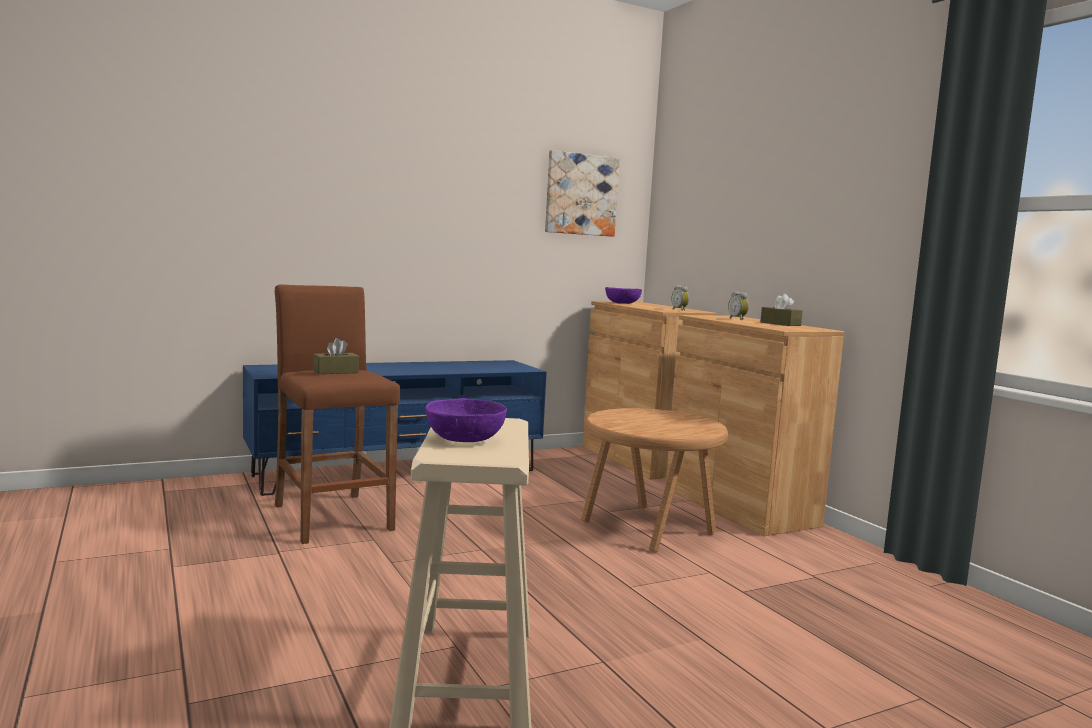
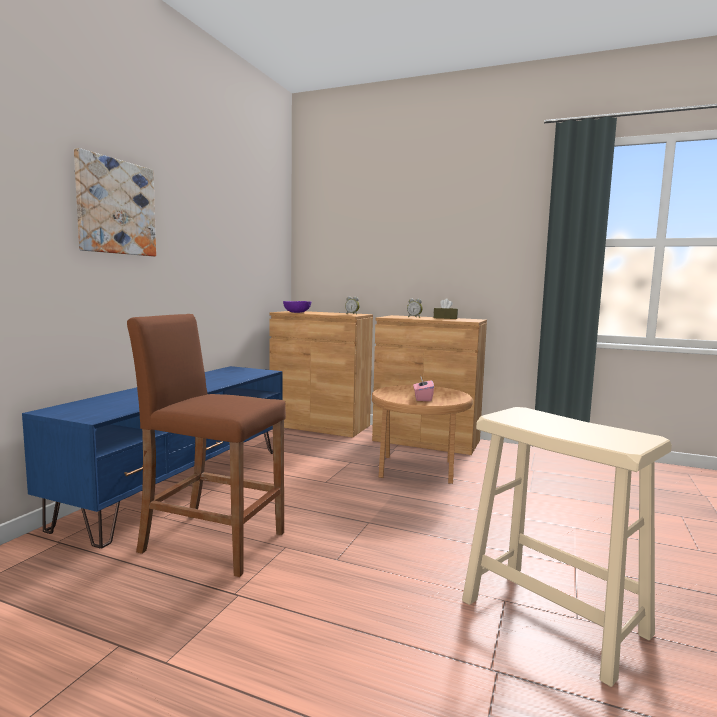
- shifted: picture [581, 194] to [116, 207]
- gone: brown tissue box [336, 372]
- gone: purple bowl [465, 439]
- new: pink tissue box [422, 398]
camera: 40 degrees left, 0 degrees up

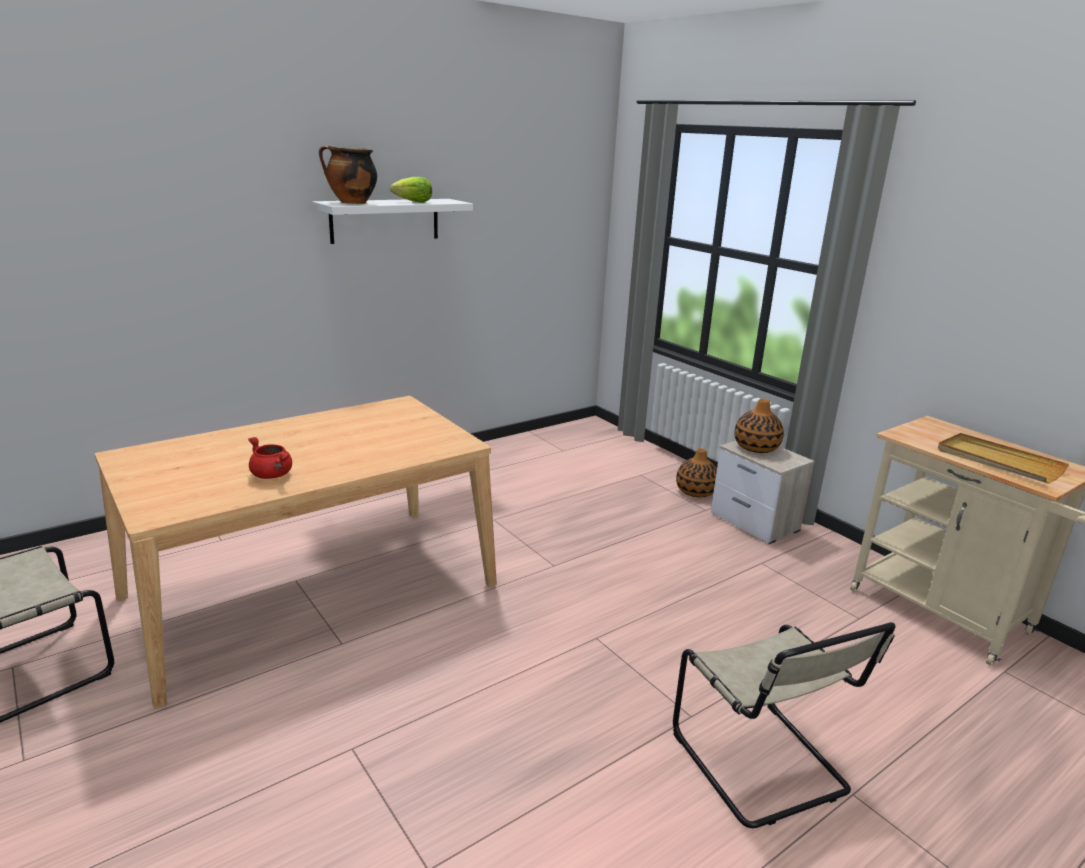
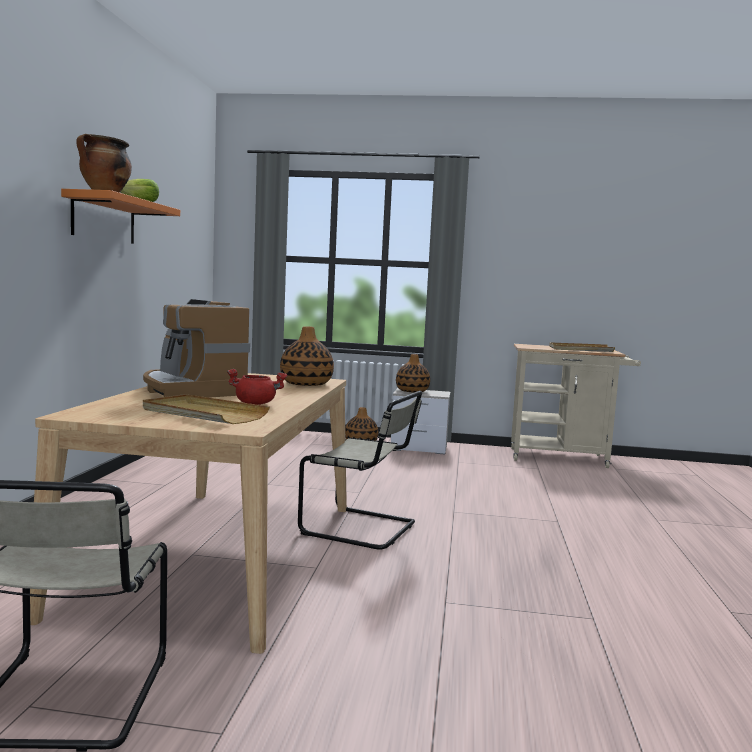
- repainted: white shelf [385, 220] to orange shelf [104, 219]
- shifted: beige chair [762, 766] to [363, 529]
- new: coffee machine [191, 390]
- new: vase [306, 384]
- new: beige tray [203, 413]
camera: 45 degrees left, 15 degrees down

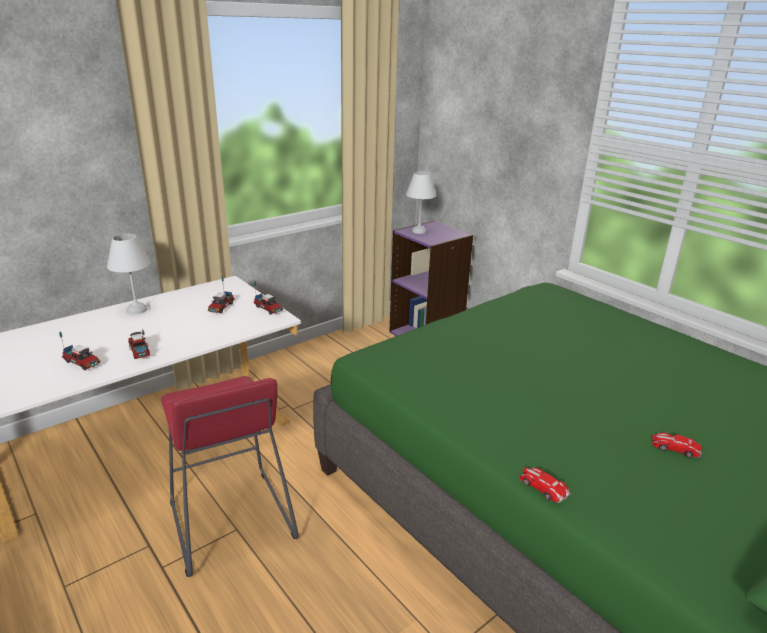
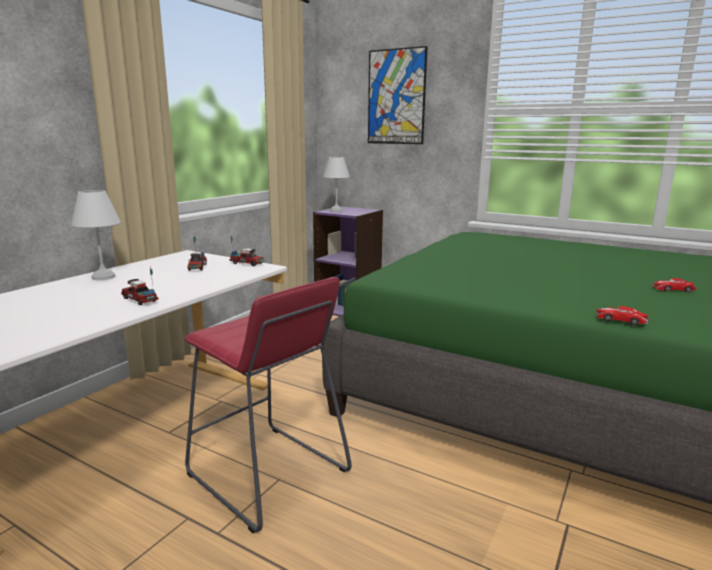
- gone: toy truck [82, 363]
- new: picture [396, 97]
camera: 20 degrees left, 10 degrees down

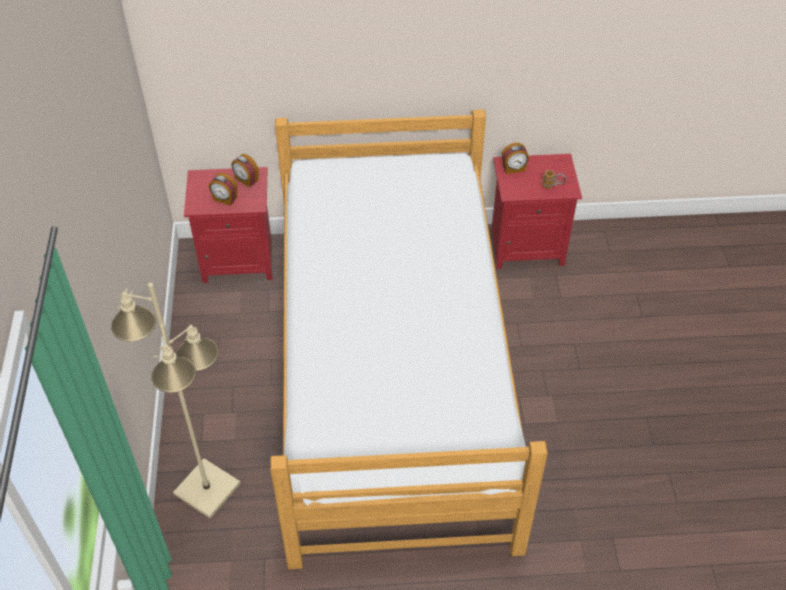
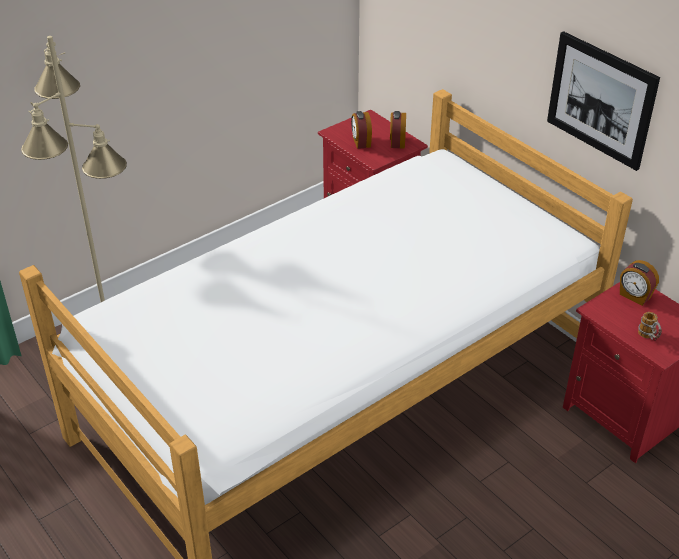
- new: picture [601, 100]
camera: 55 degrees right, 10 degrees down

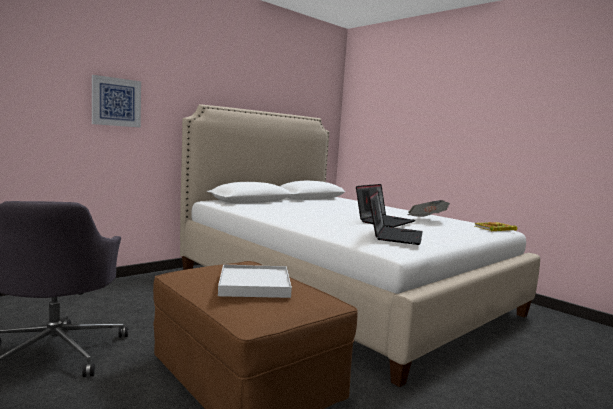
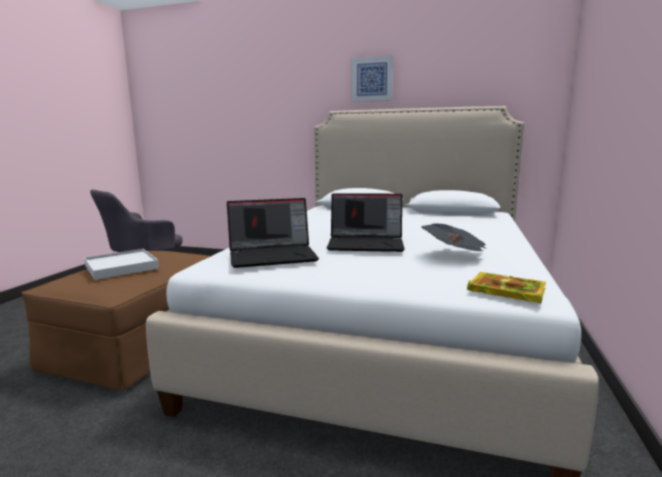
- shifted: picture [116, 102] to [372, 79]
camera: 60 degrees right, 5 degrees up

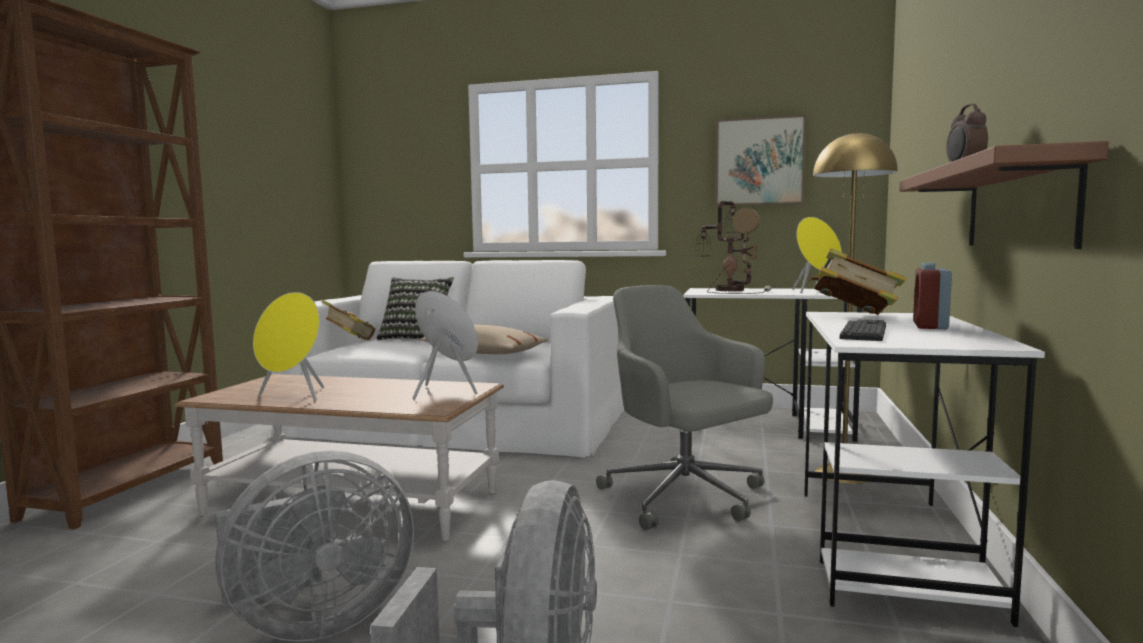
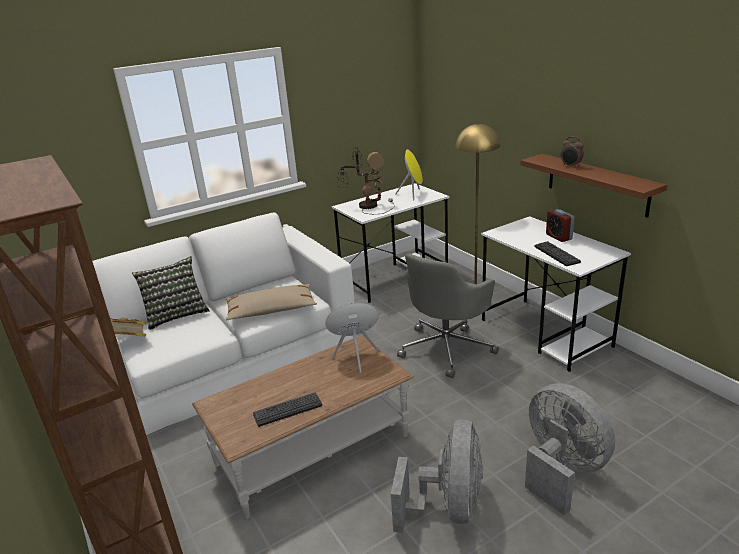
- gone: picture [759, 161]
- gone: book [853, 316]
- rotated: grey office chair [685, 498] = [447, 348] 60 degrees counterclockwise
- swapped: yellow speaker [293, 396] to keyboard [287, 410]
camera: 45 degrees left, 20 degrees up

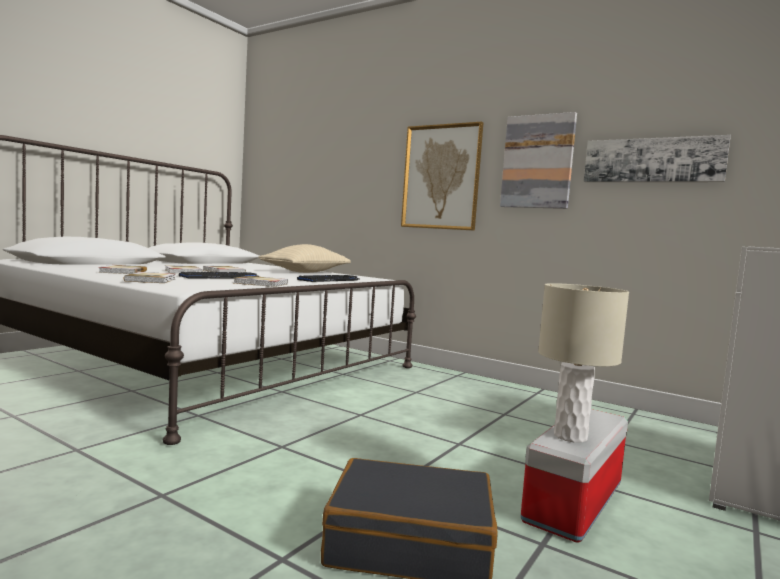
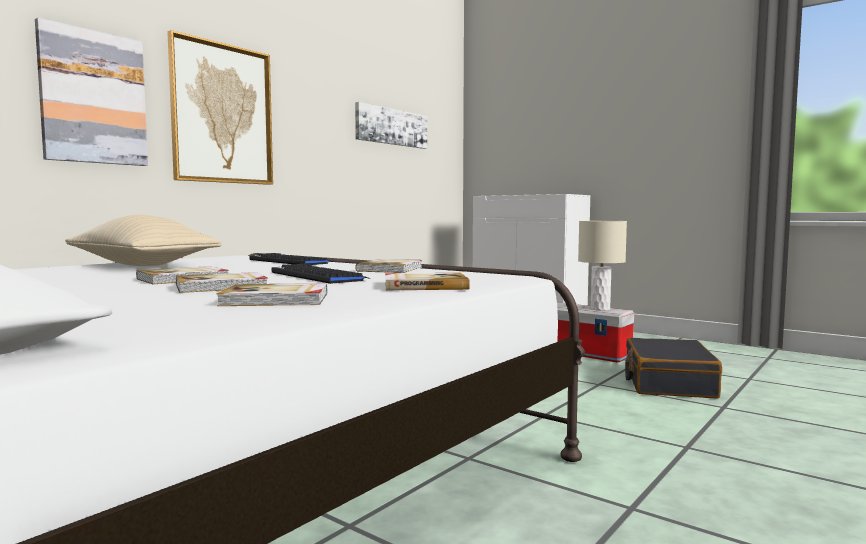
- shifted: picture [537, 162] to [93, 97]
camera: 85 degrees left, 0 degrees up

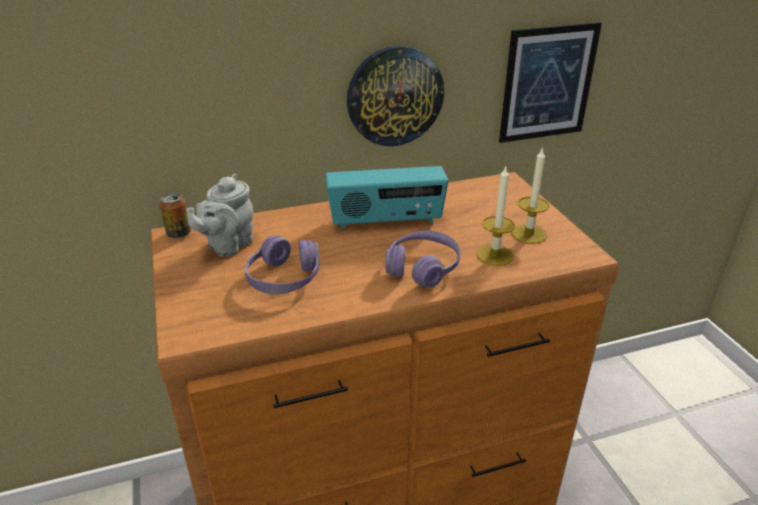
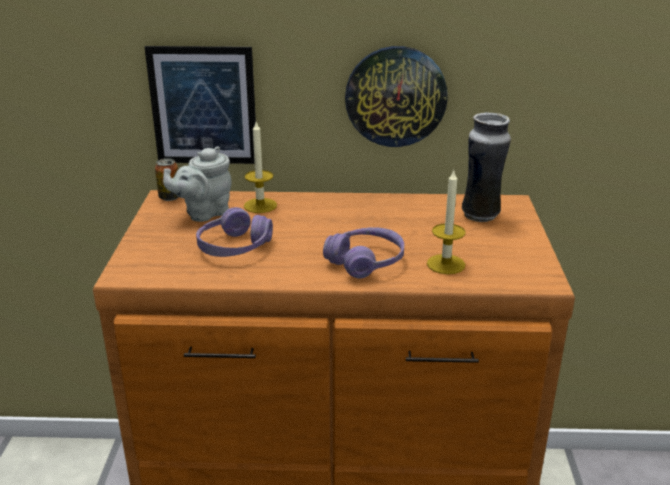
- shifted: picture [548, 83] to [203, 106]
- shifted: candle [528, 234] to [260, 205]
- gone: radio [386, 222]
- new: vase [481, 215]
camera: 20 degrees right, 5 degrees down

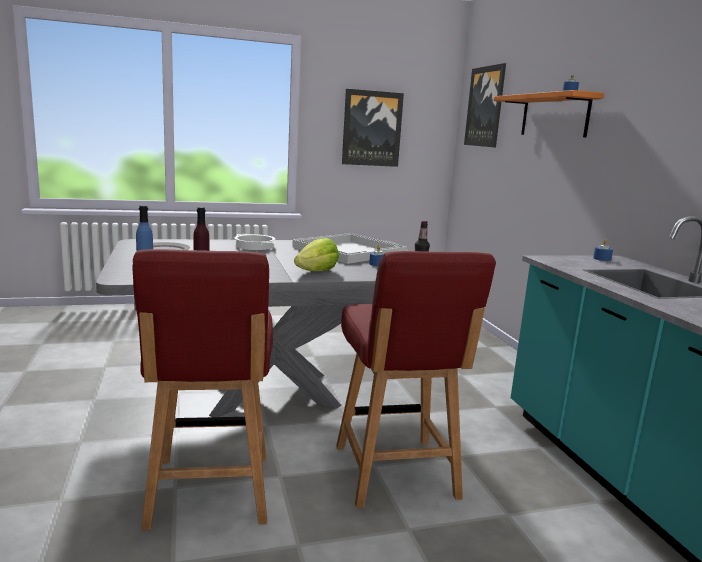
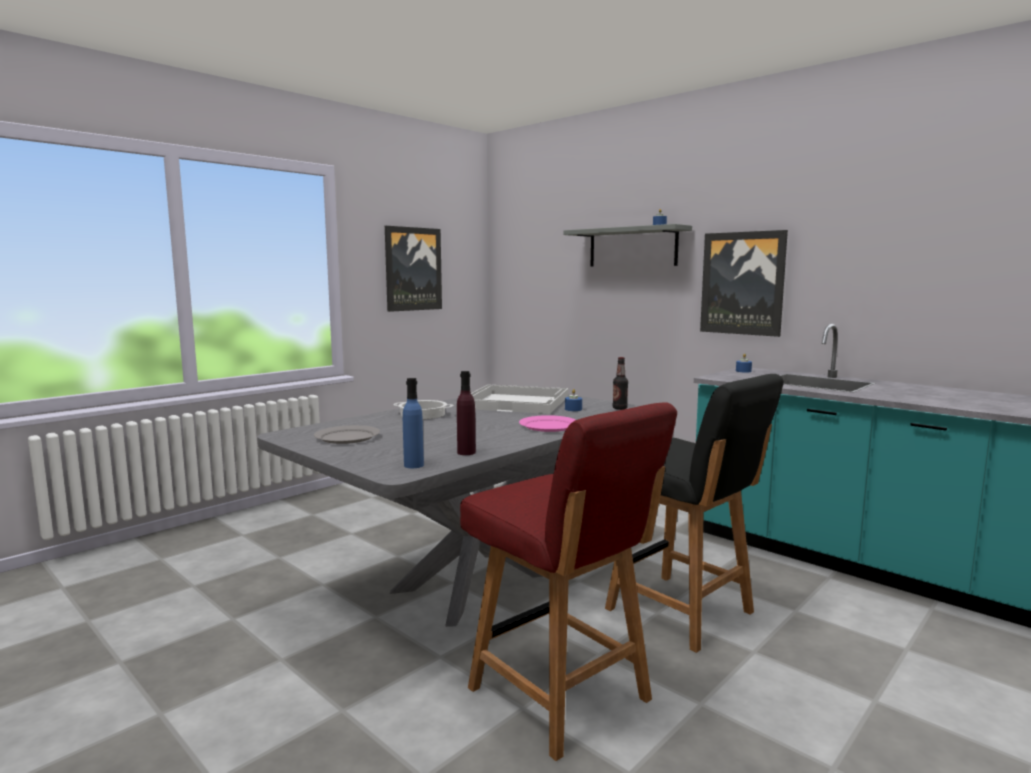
- shifted: picture [485, 107] to [742, 283]
- repainted: orange shelf [554, 116] to grey shelf [632, 247]
- swapped: lettuce [317, 272] to pink plate [549, 426]
- repainted: red chair [396, 473] to black chair [682, 612]
camera: 30 degrees left, 5 degrees down

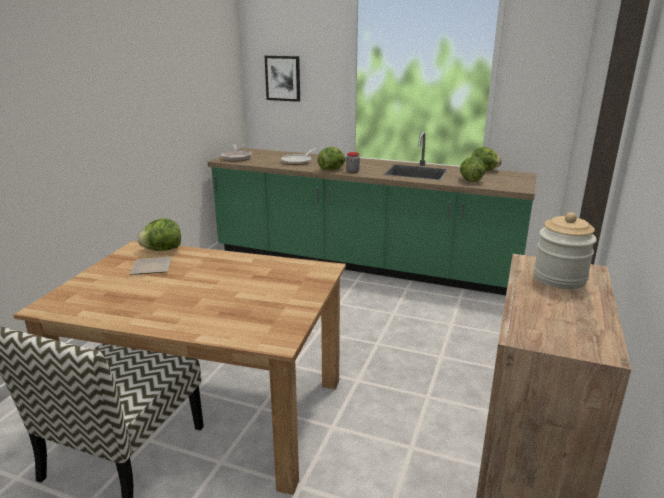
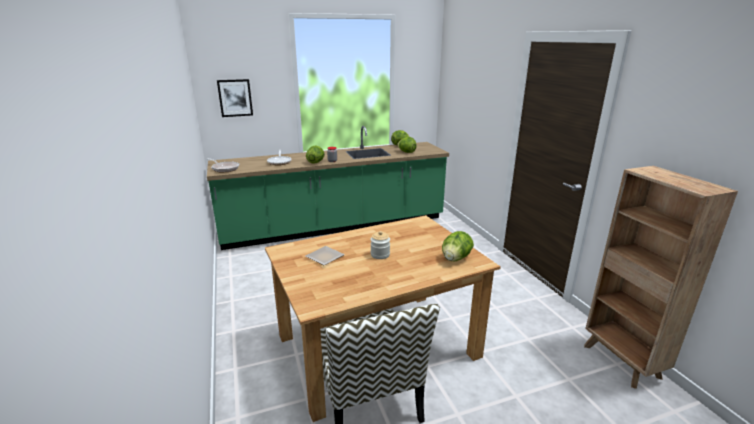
- shifted: jar [559, 278] to [380, 255]
- shifted: lettuce [162, 250] to [455, 259]
camera: 40 degrees left, 0 degrees up

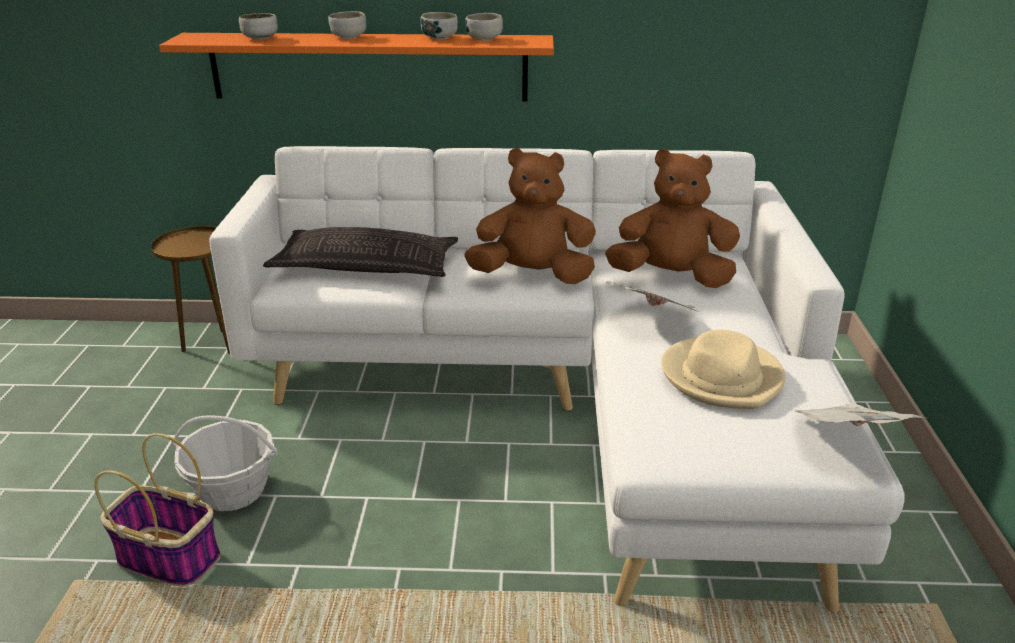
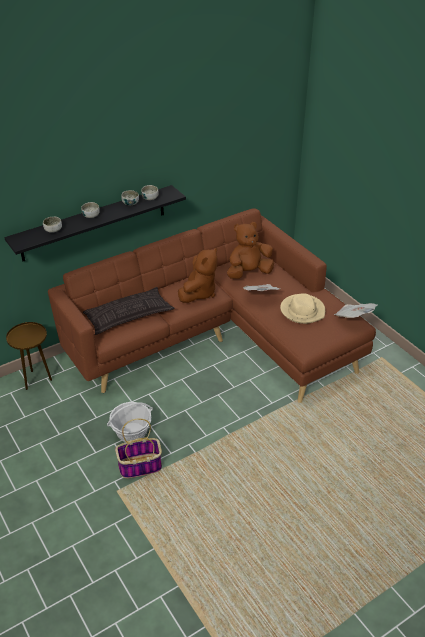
- repainted: orange shelf [368, 67] to black shelf [94, 223]
- repainted: white sofa [566, 411] to brown sofa [221, 342]
- rotated: brown plush toy [532, 276] = [199, 293] 150 degrees clockwise
camera: 35 degrees left, 10 degrees up

